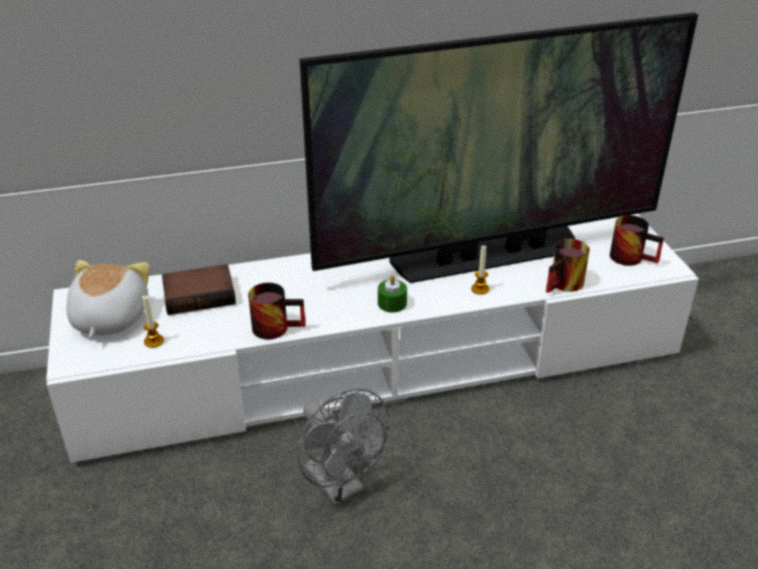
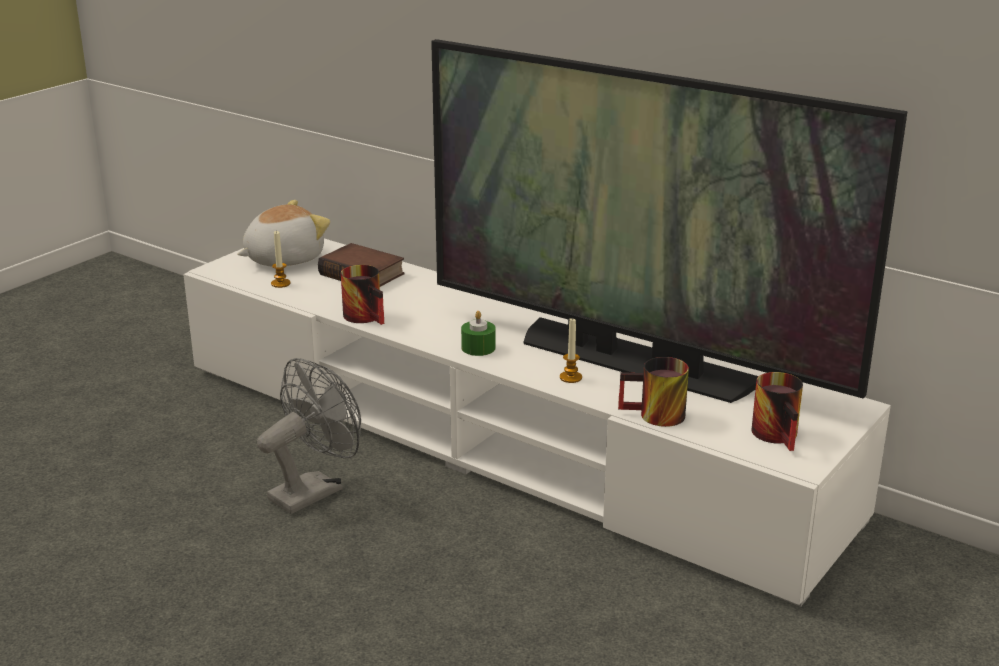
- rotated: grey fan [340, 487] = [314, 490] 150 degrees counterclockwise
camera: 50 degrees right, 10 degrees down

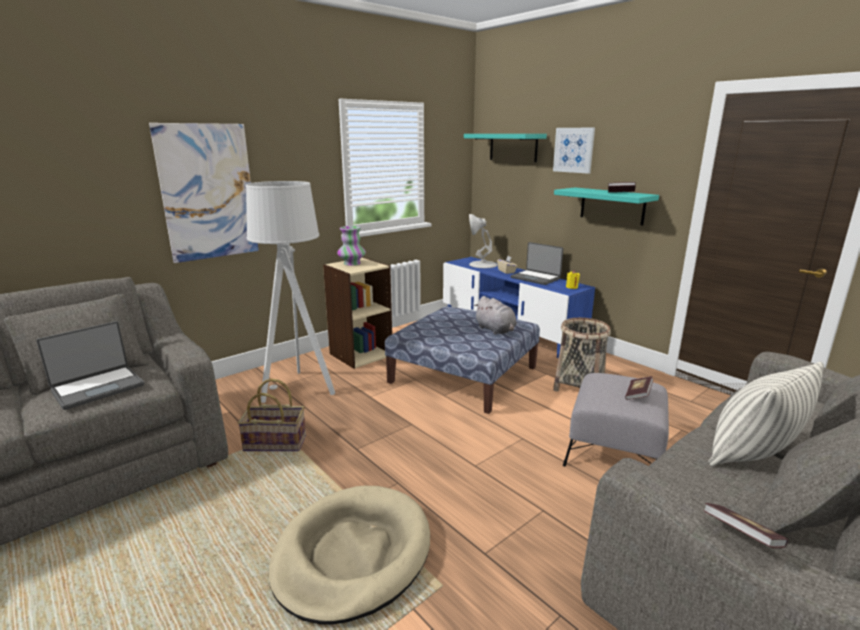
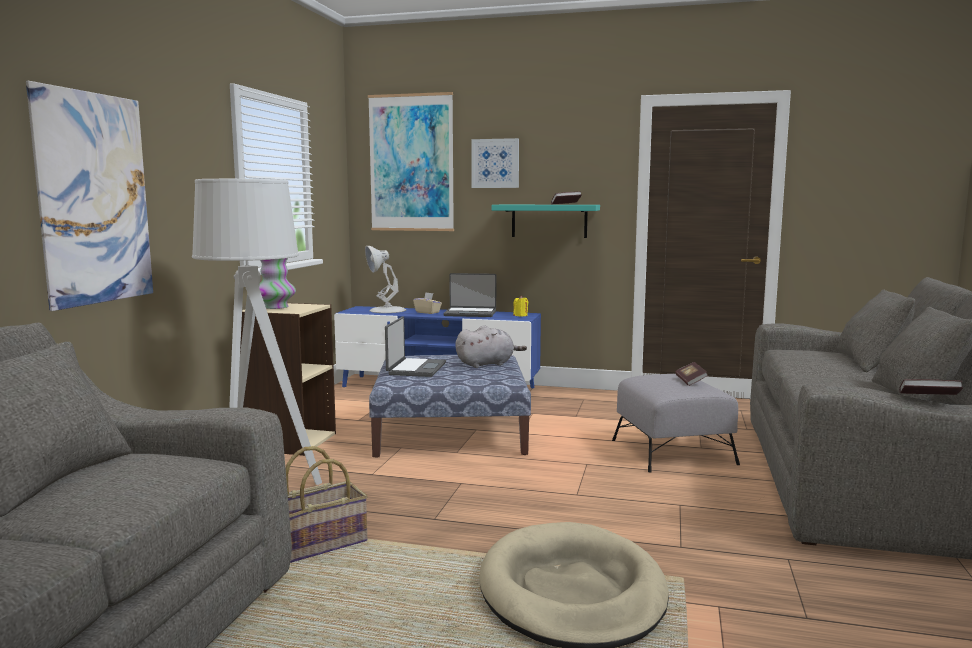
- swapped: turquoise shelf [513, 147] to picture [411, 163]
- rotated: grey plush toy [496, 330] = [487, 364] 45 degrees counterclockwise
- gone: basket [579, 386]
- shifted: laptop [98, 387] to [415, 369]
- gone: pillow [752, 455]
camera: 35 degrees left, 10 degrees down

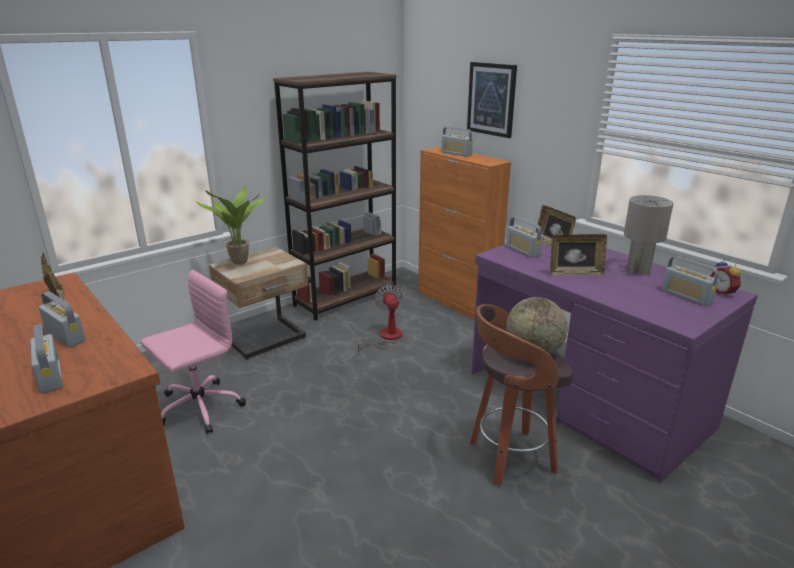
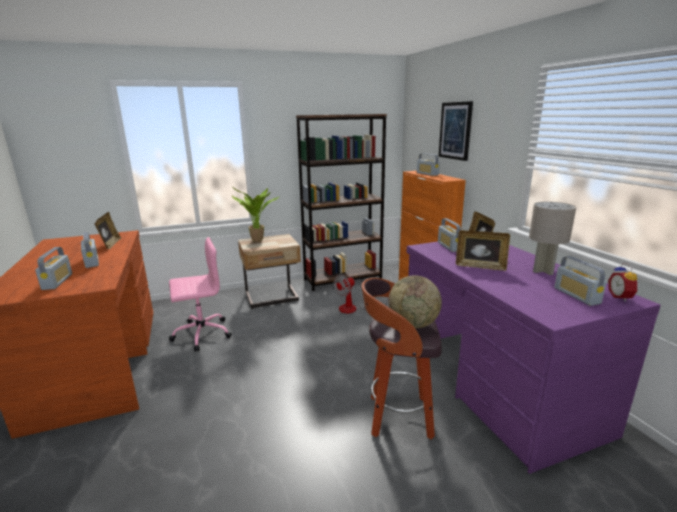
- rotated: fan [385, 338] = [354, 309] 135 degrees counterclockwise
camera: 20 degrees right, 5 degrees down

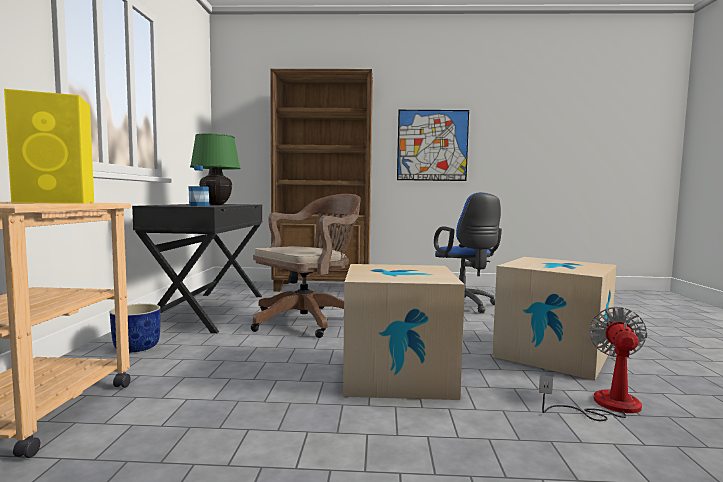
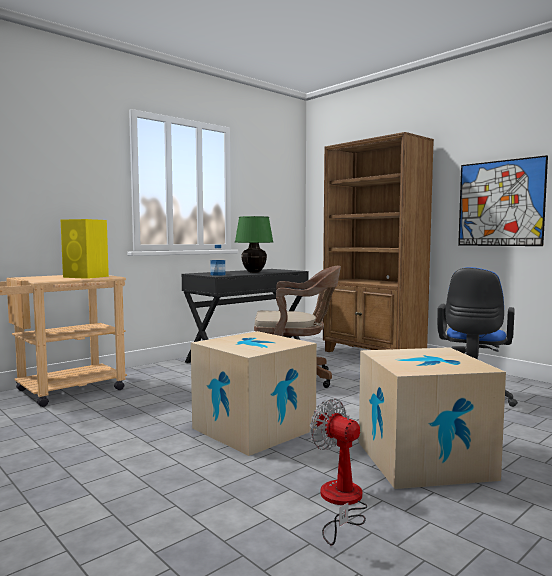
- gone: blue planter [137, 347]
- rotated: fan [604, 405] = [340, 502] 105 degrees counterclockwise
camera: 45 degrees right, 0 degrees up

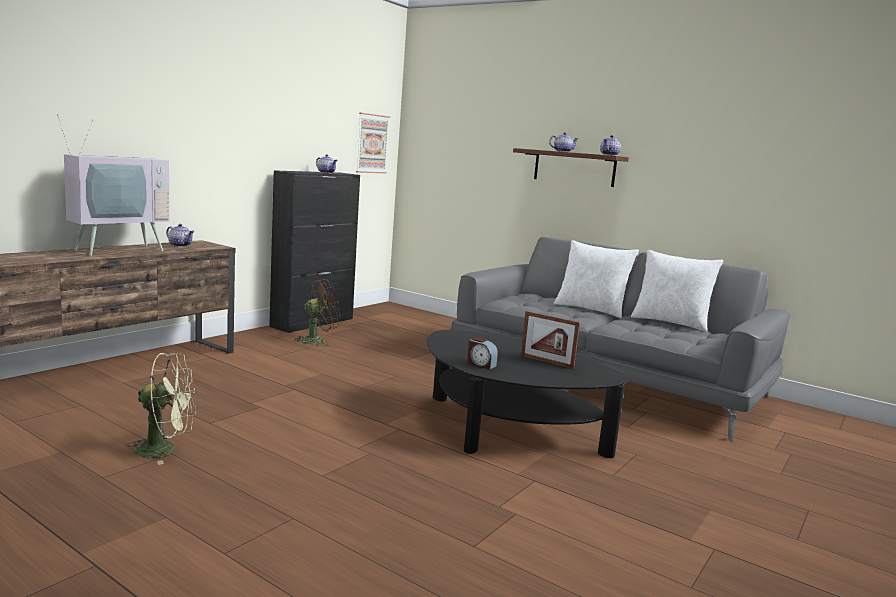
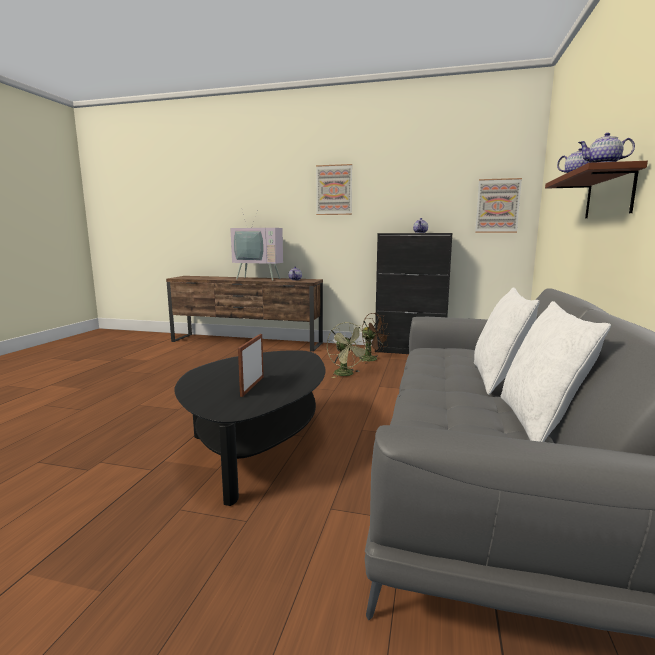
- gone: alarm clock [481, 364]
- shifted: green fan [165, 449] to [347, 374]
- new: picture [334, 190]
camera: 70 degrees right, 0 degrees up

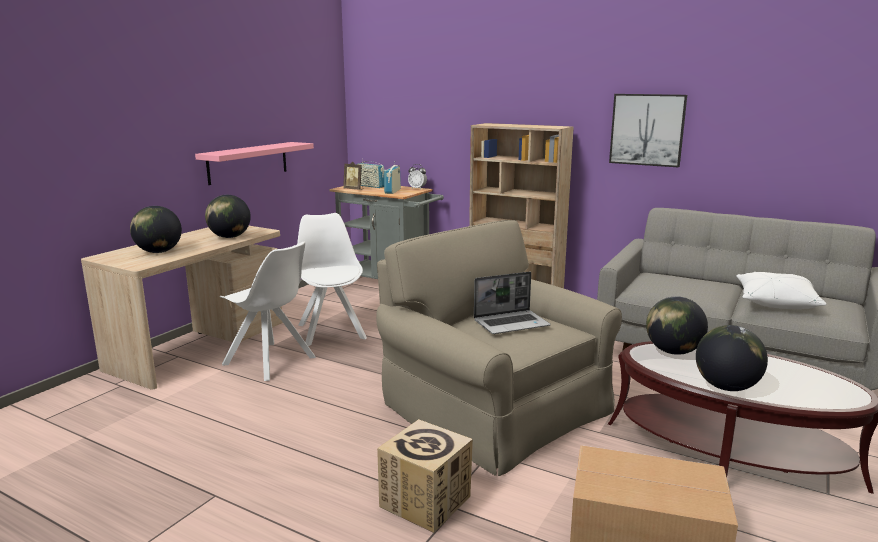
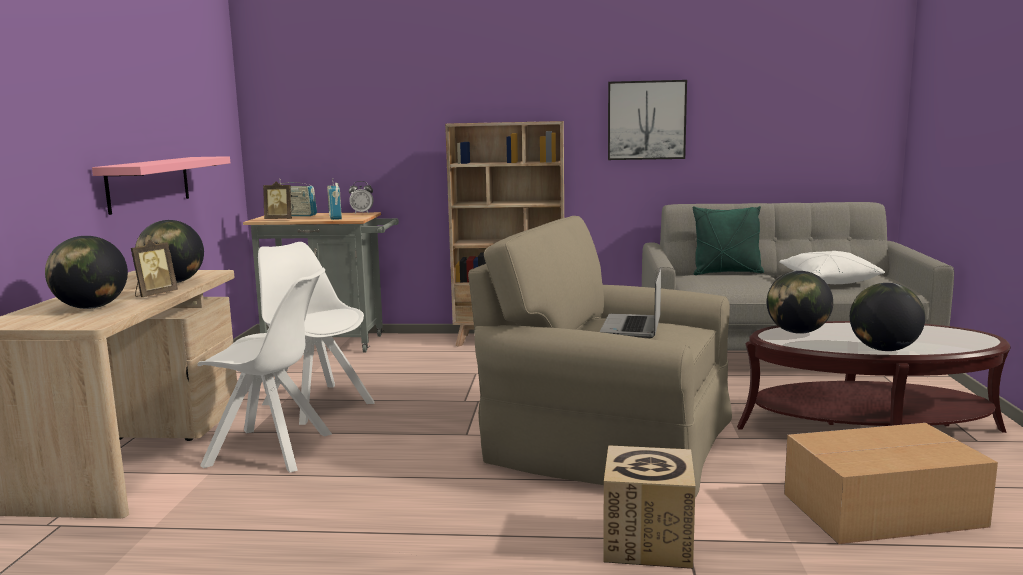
- rotated: laptop [511, 323] = [632, 328] 150 degrees clockwise
- new: green pillow [726, 273]
- new: picture frame [154, 295]
camera: 25 degrees left, 5 degrees down

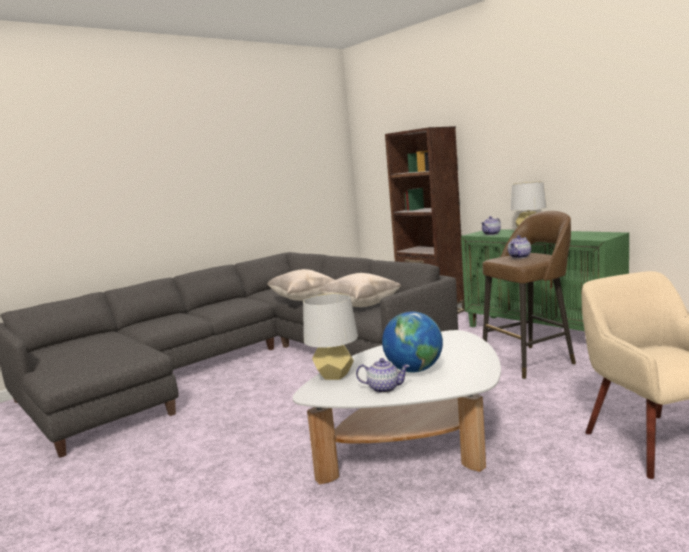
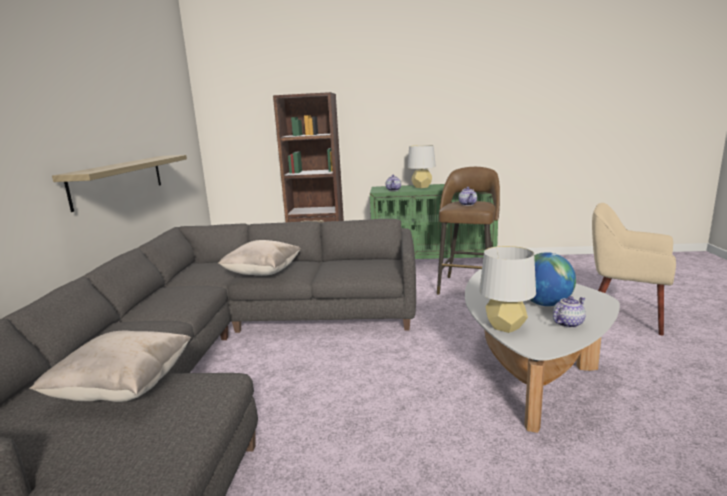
- shifted: beige pillow [361, 305] to [123, 389]
- new: shelf [119, 180]
camera: 45 degrees left, 5 degrees up

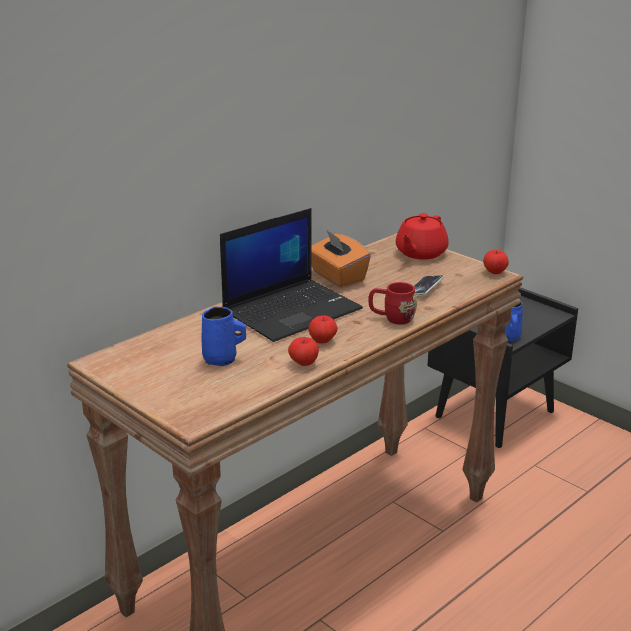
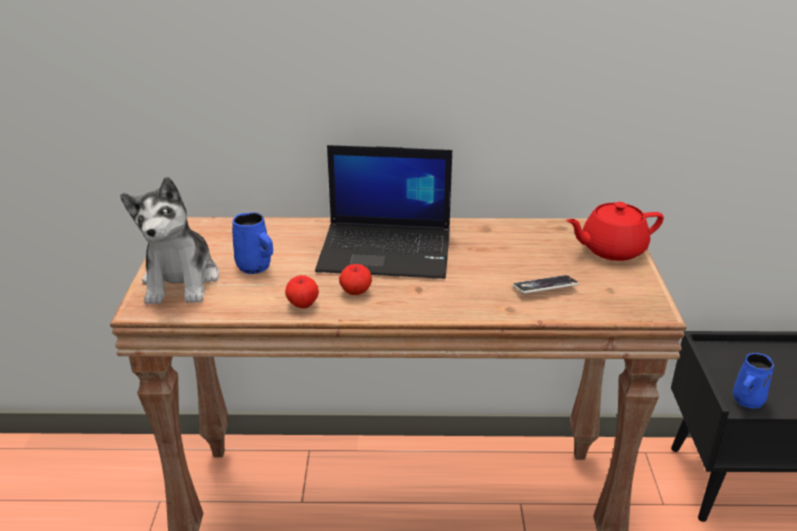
- gone: orange tissue box [337, 276]
- gone: apple [495, 272]
- gone: red mug [392, 318]
- new: plush toy [181, 281]
camera: 45 degrees right, 5 degrees up

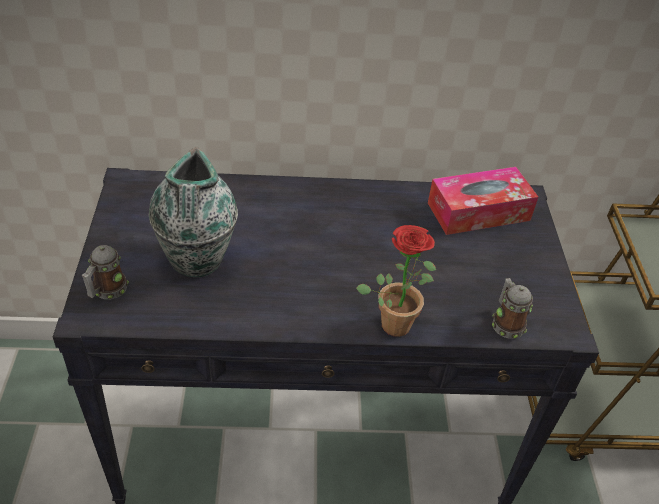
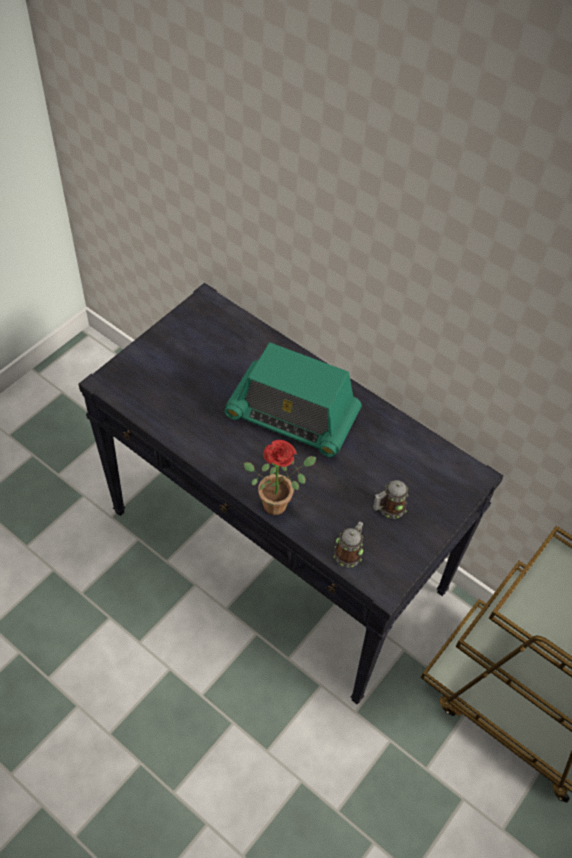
- gone: vase [197, 261]
- gone: tissue box [478, 211]
- shifted: mug [107, 290] to [388, 508]
- new: radio [292, 416]
camera: 40 degrees right, 10 degrees up

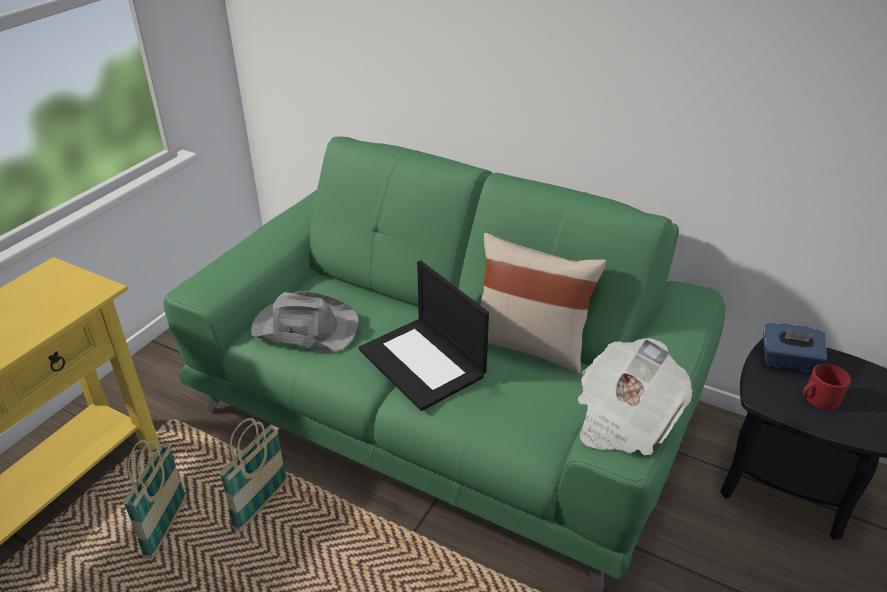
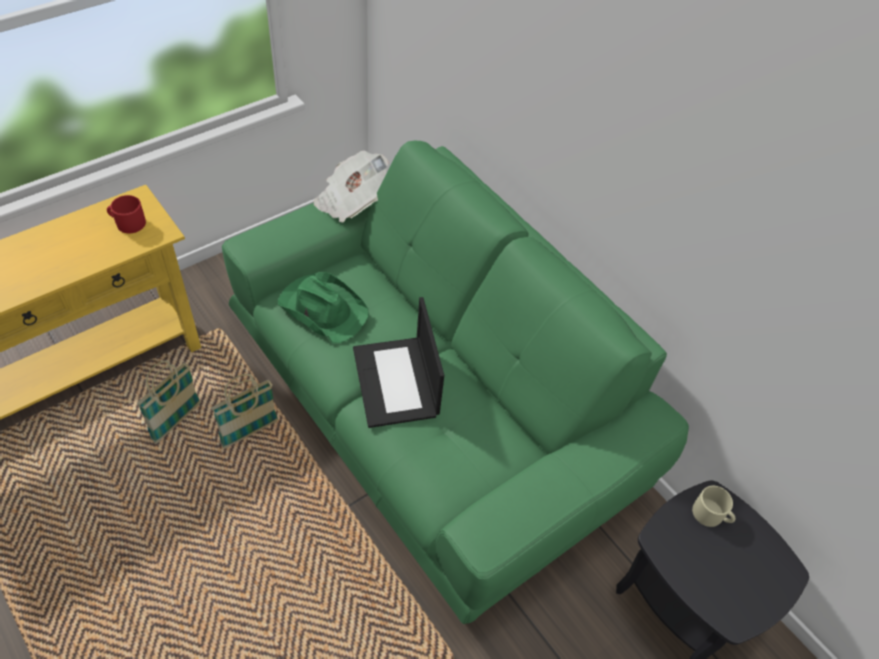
- gone: beige pillow [529, 345]
- repainted: grey hat [304, 328] to green hat [323, 308]
- swapped: blue tissue box [788, 361] to beige mug [711, 515]
- shifted: newspaper [624, 419] to [351, 201]
- shifted: red mug [818, 398] to [127, 222]
camera: 20 degrees right, 15 degrees up

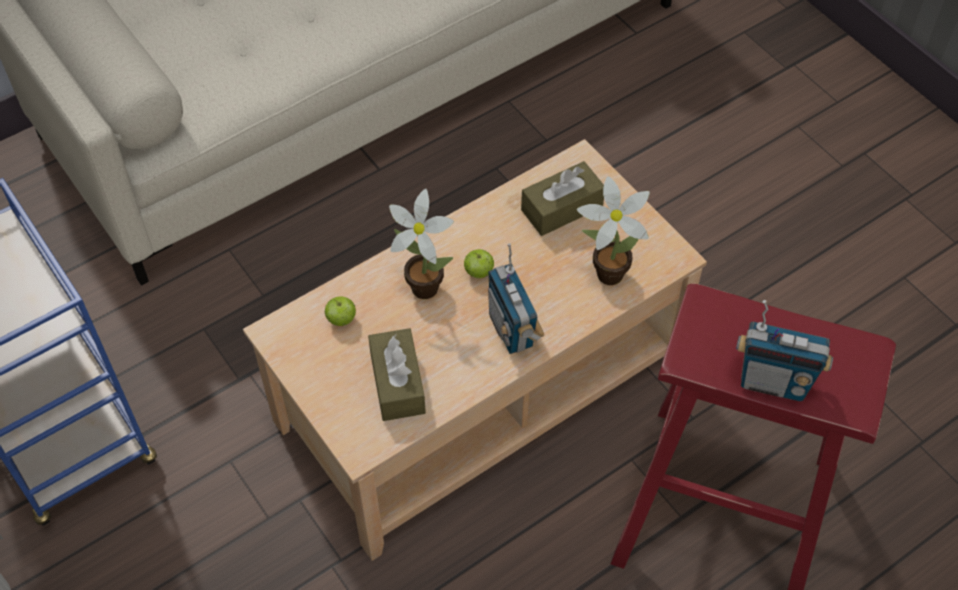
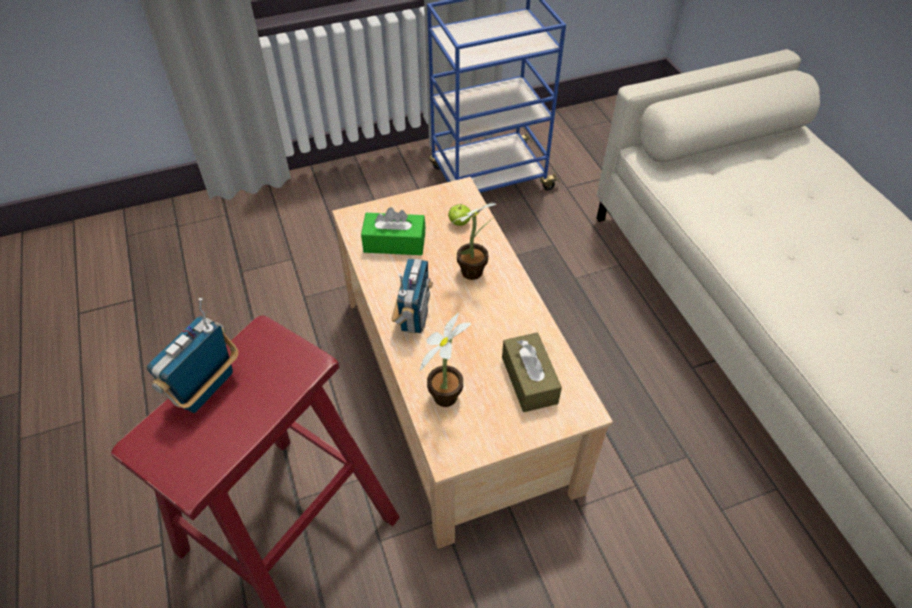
- rotated: radio [512, 330] = [414, 316] 105 degrees clockwise
- gone: apple [479, 272]
- repainted: brown tissue box [397, 383] to green tissue box [394, 243]
camera: 105 degrees right, 5 degrees down

